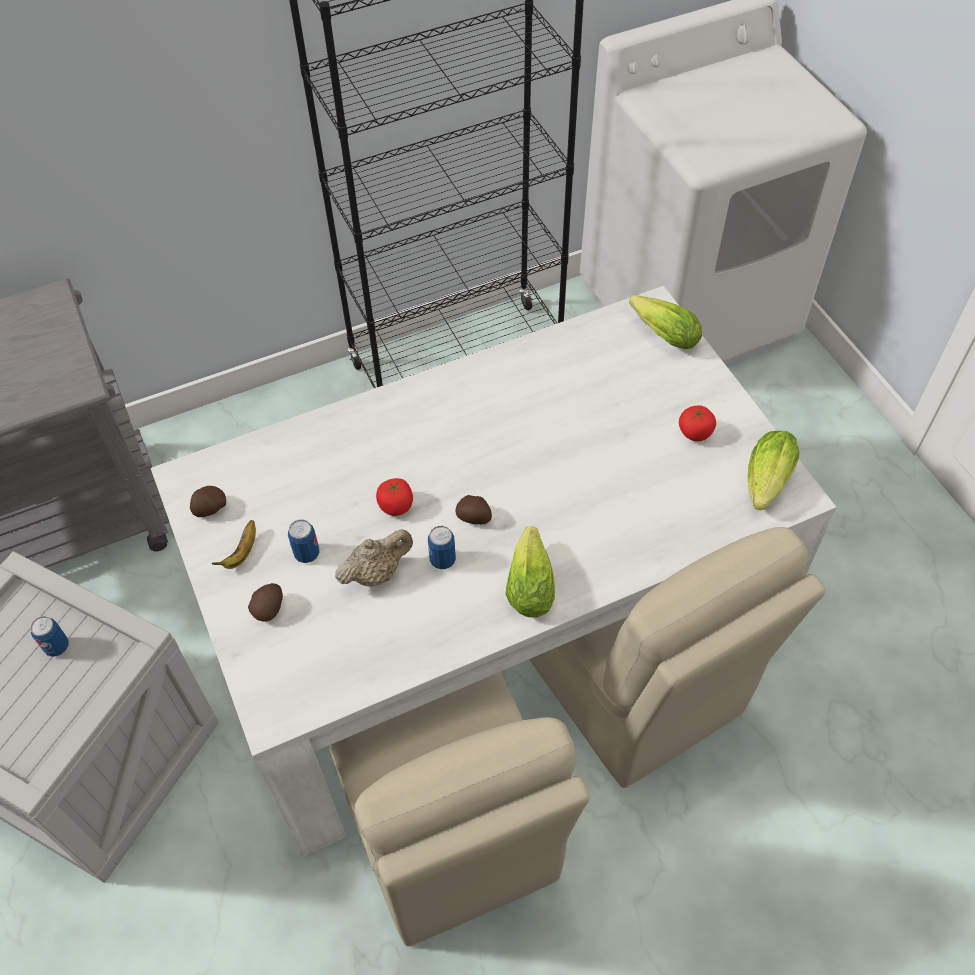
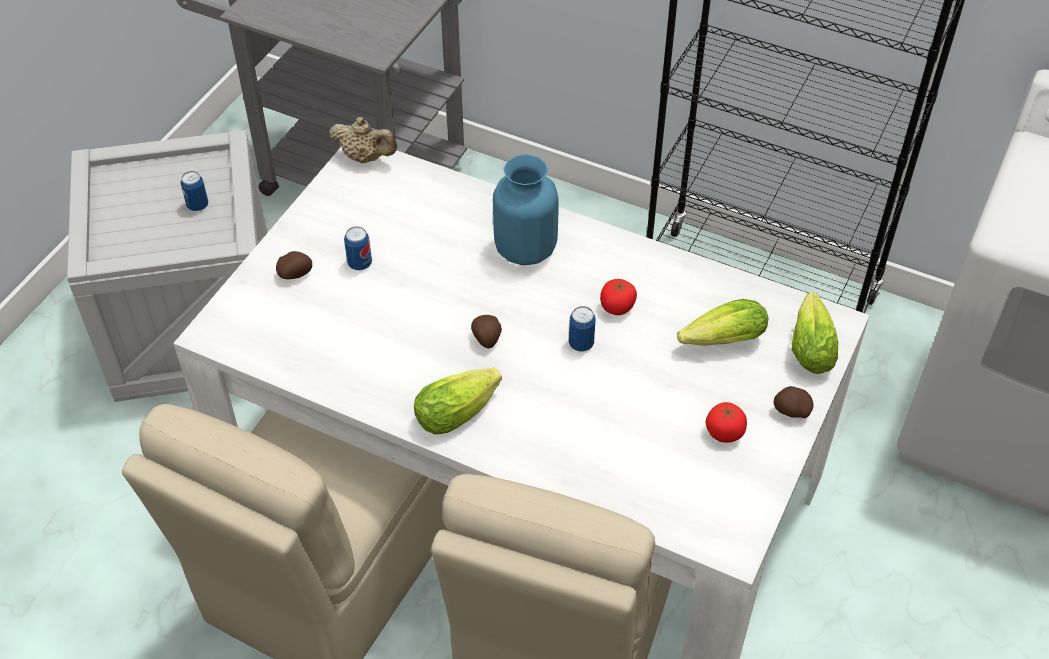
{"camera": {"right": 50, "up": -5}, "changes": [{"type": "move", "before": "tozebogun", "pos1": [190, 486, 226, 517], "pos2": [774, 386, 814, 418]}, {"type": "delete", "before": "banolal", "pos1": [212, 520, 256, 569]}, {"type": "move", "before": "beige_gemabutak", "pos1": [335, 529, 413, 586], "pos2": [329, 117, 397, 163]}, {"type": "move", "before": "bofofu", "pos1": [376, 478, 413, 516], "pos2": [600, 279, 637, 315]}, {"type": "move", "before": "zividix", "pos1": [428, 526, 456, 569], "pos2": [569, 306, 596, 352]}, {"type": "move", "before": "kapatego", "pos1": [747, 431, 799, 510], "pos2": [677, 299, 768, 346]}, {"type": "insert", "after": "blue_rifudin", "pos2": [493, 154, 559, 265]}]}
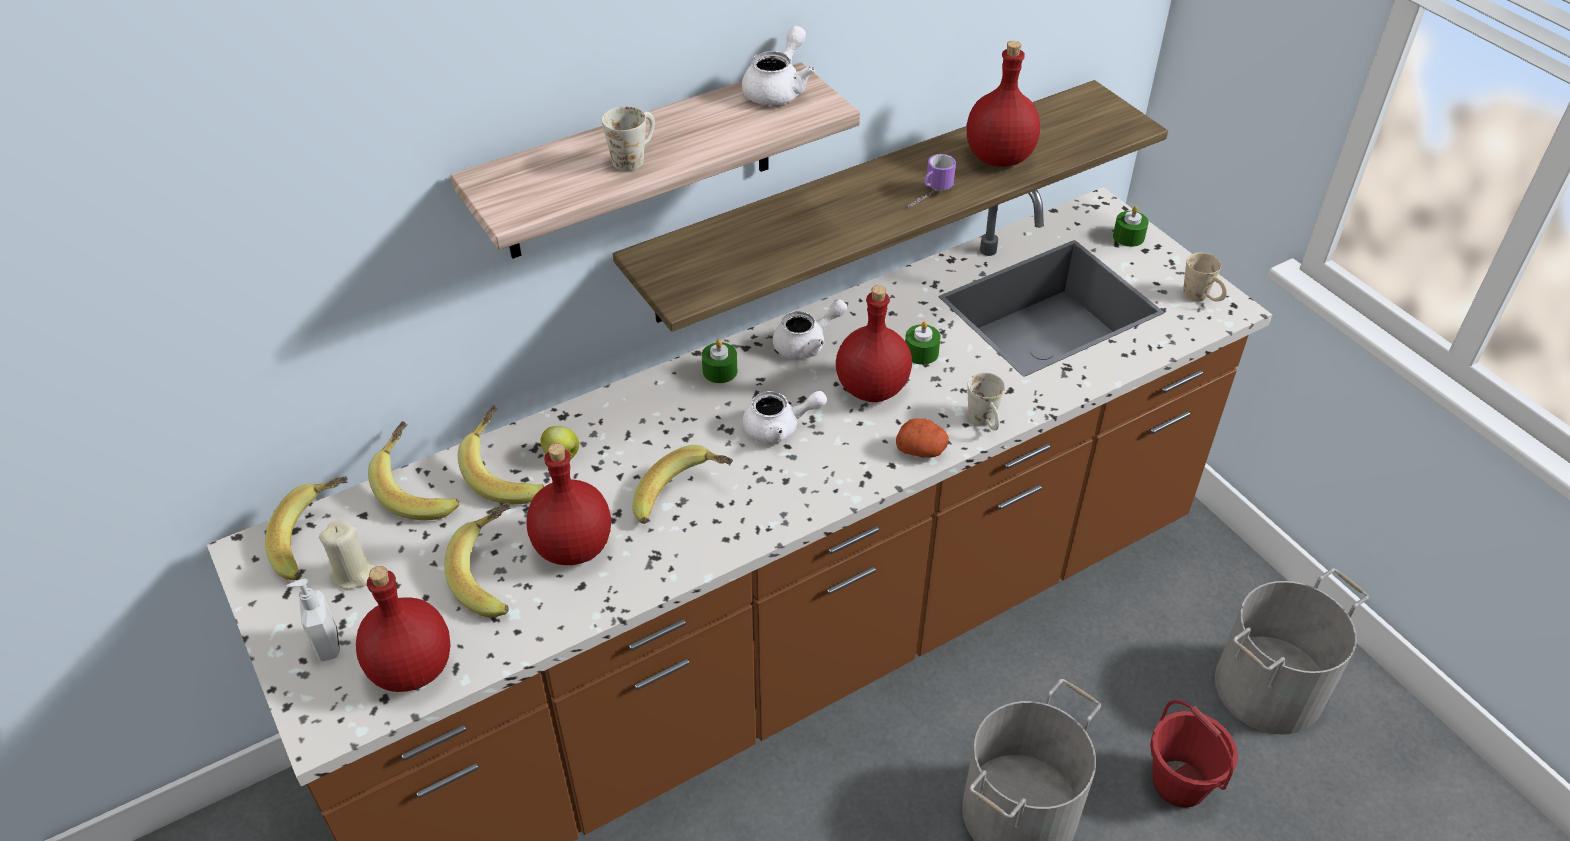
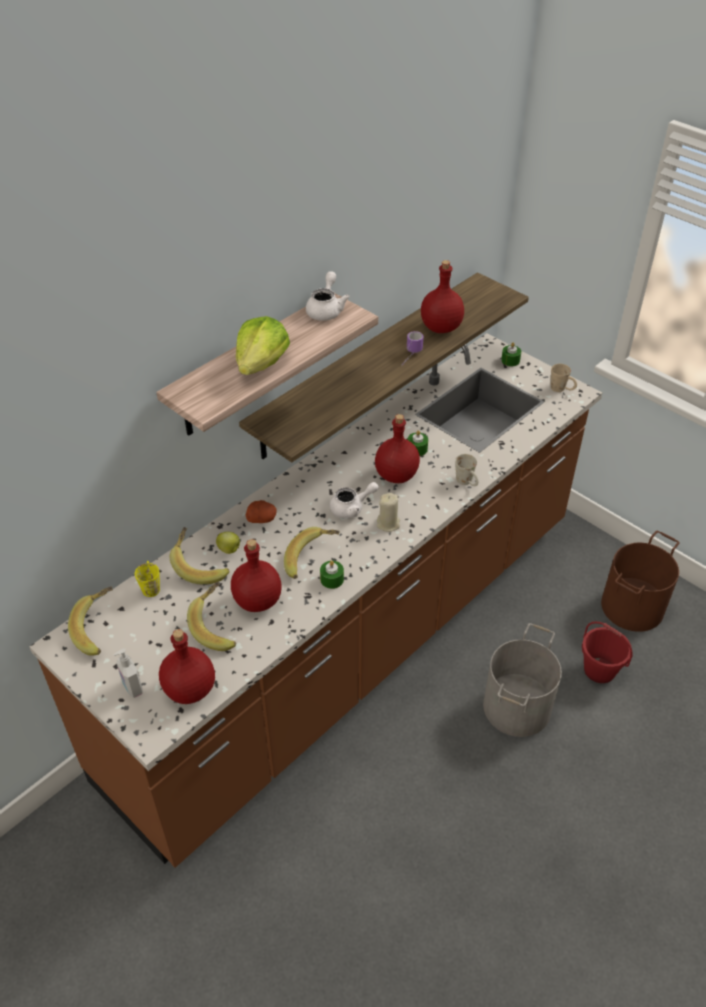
{"camera": {"right": -15, "up": 0}, "changes": [{"type": "move", "before": "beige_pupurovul", "pos1": [319, 521, 376, 590], "pos2": [377, 493, 400, 532]}, {"type": "replace", "before": "banolal", "after": "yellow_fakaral", "pos1": [368, 421, 460, 520], "pos2": [135, 561, 160, 597]}, {"type": "replace", "before": "white_fakaral", "after": "kapatego", "pos1": [602, 107, 655, 171], "pos2": [236, 316, 290, 375]}, {"type": "move", "before": "green_pupurovul", "pos1": [702, 340, 737, 383], "pos2": [320, 561, 344, 589]}, {"type": "delete", "before": "white_gemabutak", "pos1": [773, 299, 847, 359]}, {"type": "move", "before": "tozebogun", "pos1": [896, 418, 949, 457], "pos2": [246, 500, 277, 523]}, {"type": "recolor", "before": "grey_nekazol", "after": "brown_nekazol", "pos1": [1215, 568, 1369, 734], "pos2": [601, 531, 679, 632]}]}
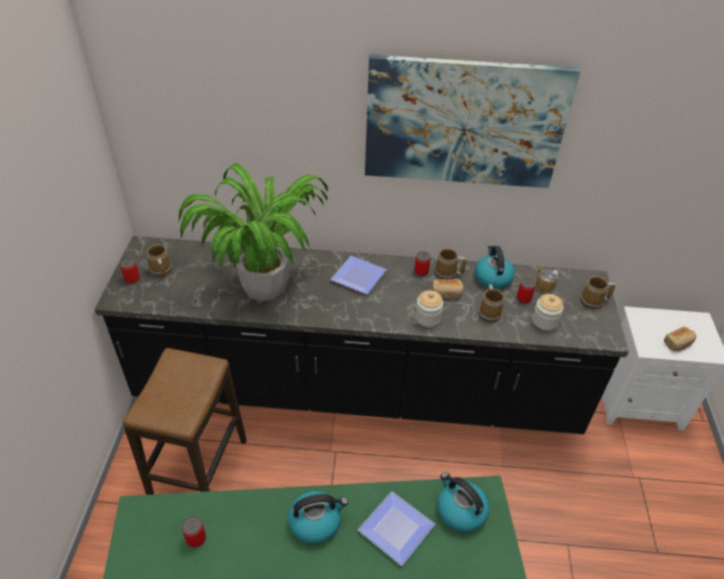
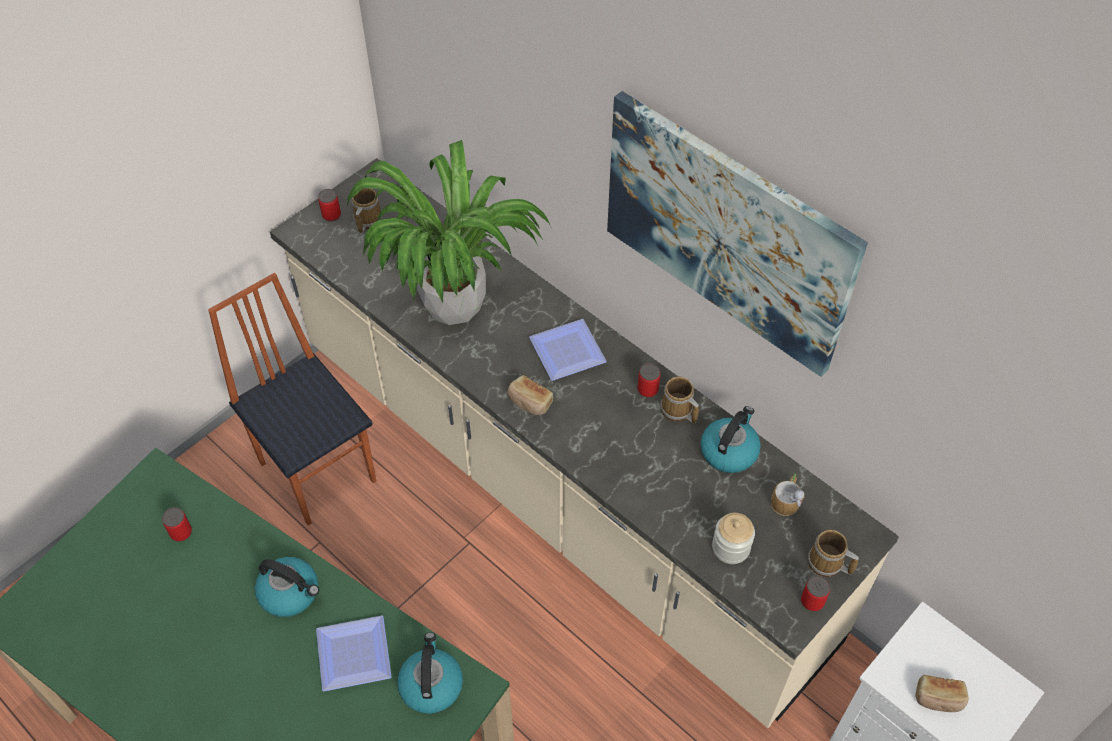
{"camera": {"right": 40, "up": 10}, "changes": [{"type": "recolor", "before": "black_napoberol", "after": "beige_napoberol", "pos1": [94, 236, 629, 434], "pos2": [270, 158, 899, 728]}, {"type": "replace", "before": "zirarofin", "after": "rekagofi", "pos1": [123, 348, 247, 495], "pos2": [208, 273, 376, 526]}, {"type": "delete", "before": "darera", "pos1": [415, 290, 443, 327]}, {"type": "move", "before": "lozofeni", "pos1": [432, 279, 464, 299], "pos2": [507, 375, 553, 415]}, {"type": "delete", "before": "fakaral", "pos1": [479, 284, 504, 322]}, {"type": "move", "before": "zividix", "pos1": [517, 278, 536, 304], "pos2": [801, 575, 830, 611]}]}
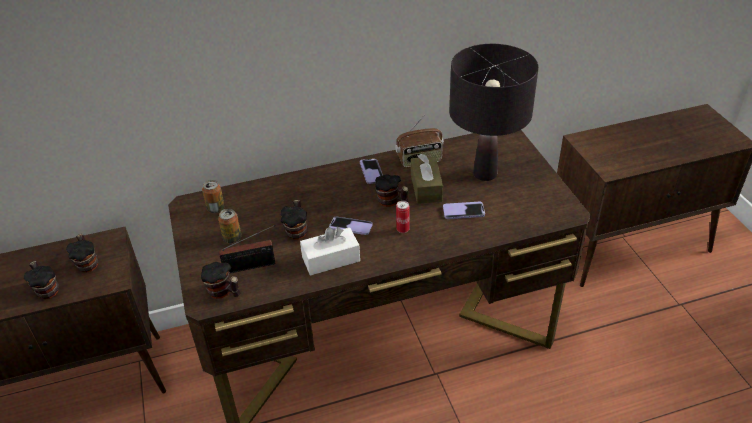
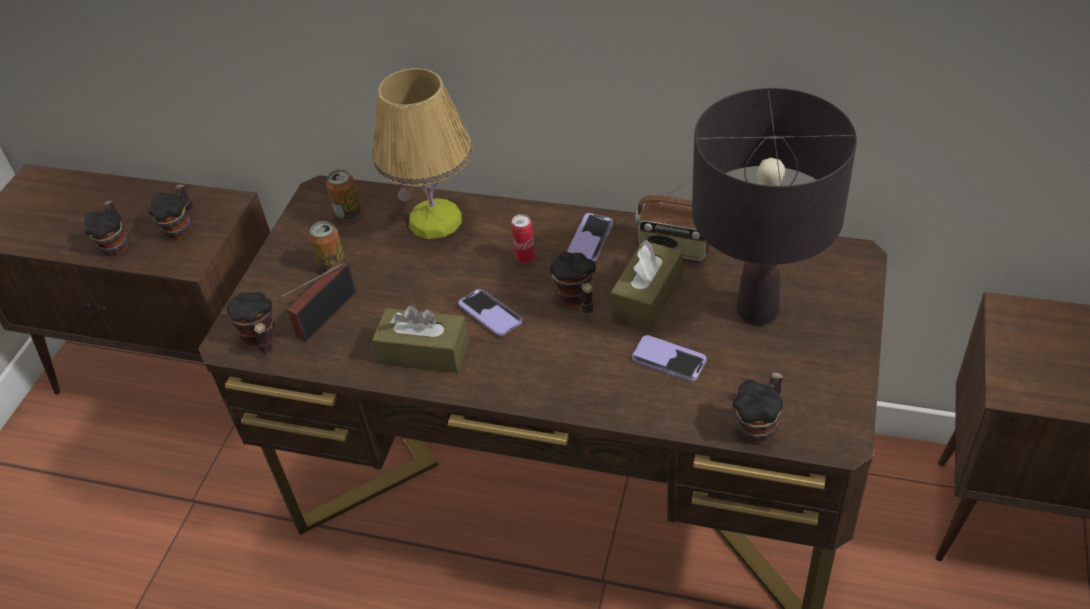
{"camera": {"right": 35, "up": 5}, "changes": [{"type": "rotate", "before": "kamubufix", "pos1": [219, 225, 275, 273], "pos2": [279, 261, 356, 341], "turn": 105}, {"type": "move", "before": "fakaral", "pos1": [280, 200, 308, 240], "pos2": [732, 372, 783, 443]}, {"type": "recolor", "before": "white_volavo", "after": "brown_volavo", "pos1": [300, 227, 360, 275], "pos2": [372, 305, 469, 373]}, {"type": "move", "before": "zividix", "pos1": [396, 201, 410, 233], "pos2": [511, 214, 535, 263]}, {"type": "insert", "after": "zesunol", "pos2": [373, 68, 473, 239]}]}
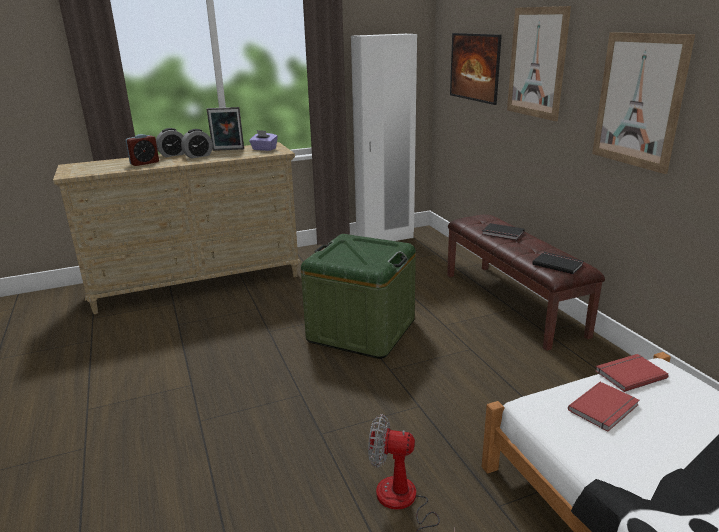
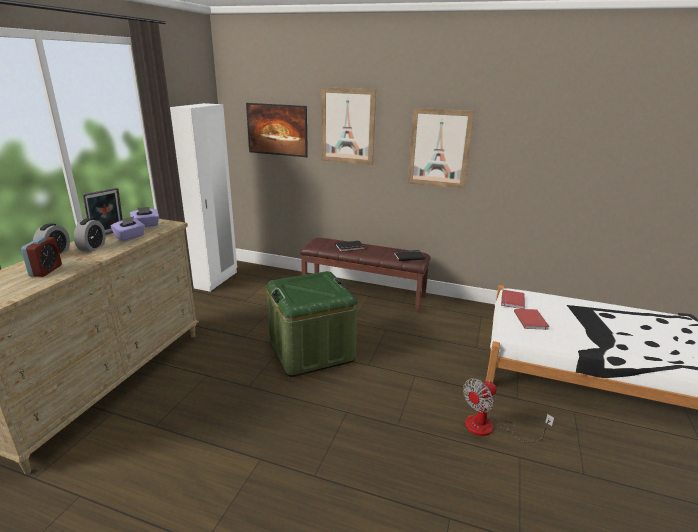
{"camera": {"right": -50, "up": 0}, "changes": [{"type": "insert", "after": "purple_volavo", "pos2": [111, 216, 145, 241]}]}
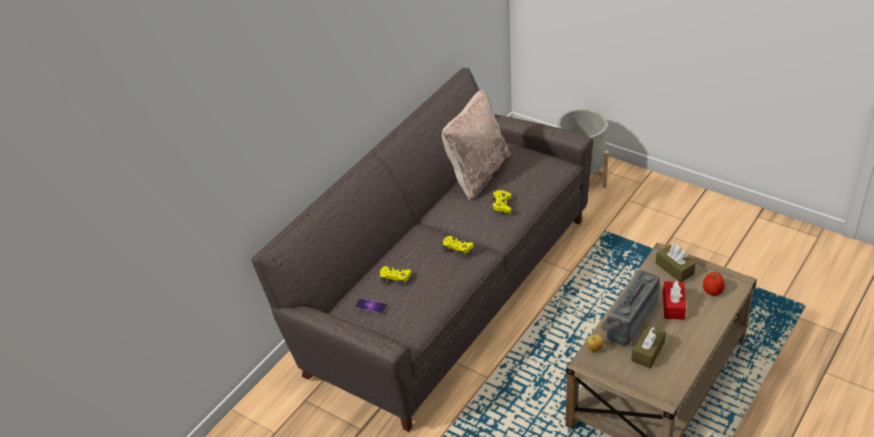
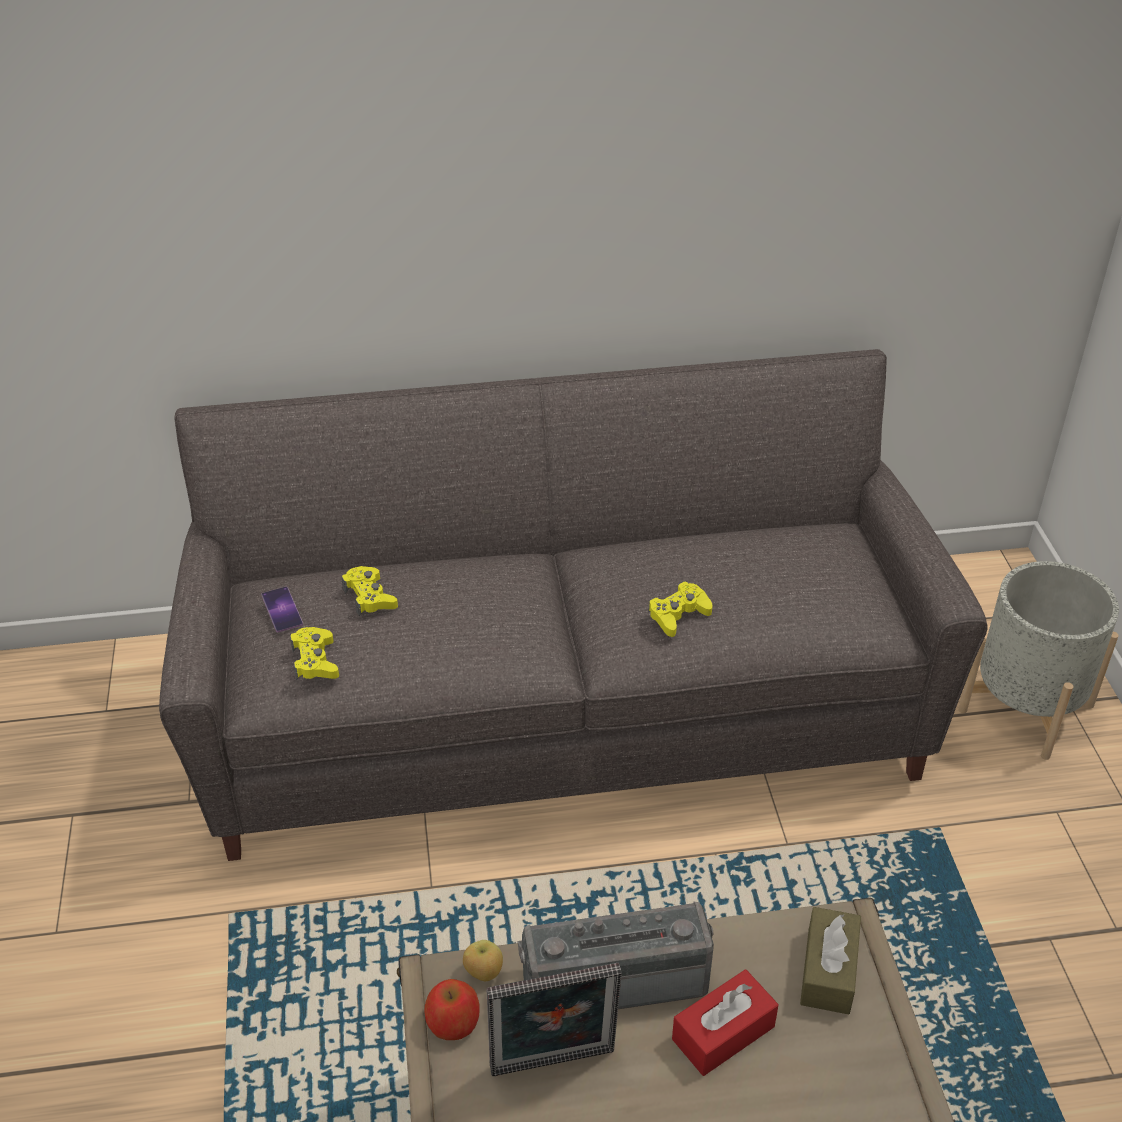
{"camera": {"right": 45, "up": 0}, "changes": [{"type": "delete", "before": "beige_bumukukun", "pos1": [442, 89, 510, 201]}, {"type": "move", "before": "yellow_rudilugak", "pos1": [443, 236, 474, 257], "pos2": [290, 627, 339, 680]}, {"type": "replace", "before": "brown_volavo", "after": "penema", "pos1": [631, 325, 666, 368], "pos2": [486, 963, 622, 1076]}, {"type": "move", "before": "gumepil", "pos1": [703, 272, 725, 296], "pos2": [425, 979, 480, 1040]}]}
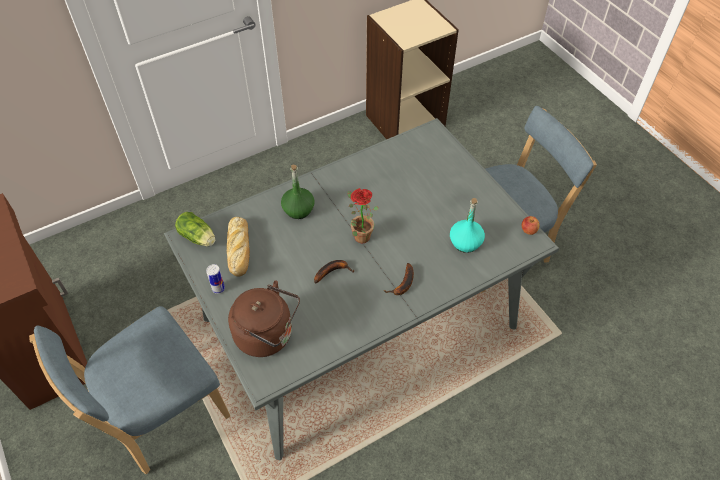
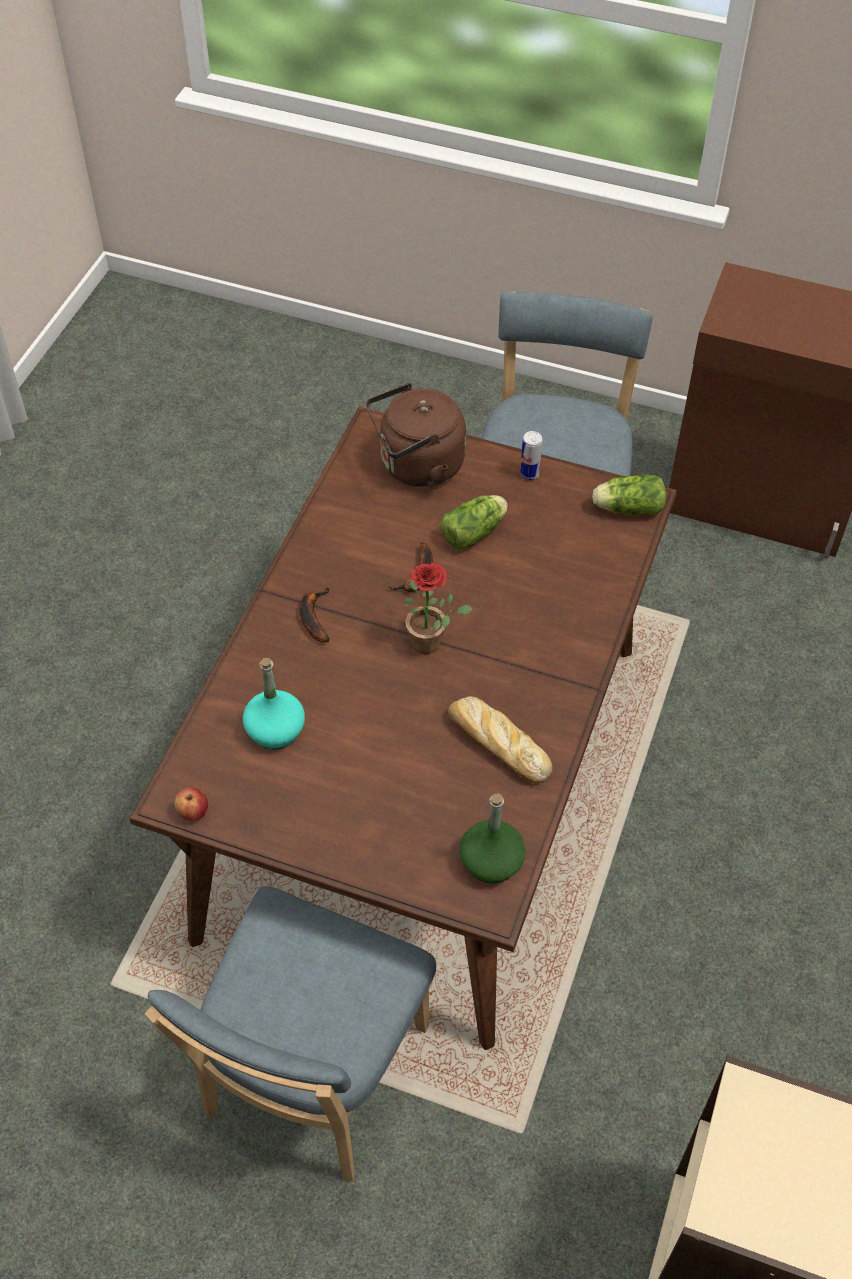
{"camera": {"right": 140, "up": 0}, "changes": [{"type": "recolor", "before": "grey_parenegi", "after": "brown_parenegi", "pos1": [164, 118, 559, 460], "pos2": [129, 406, 677, 1050]}, {"type": "move", "before": "lozofeni", "pos1": [227, 217, 250, 276], "pos2": [448, 696, 553, 783]}, {"type": "move", "before": "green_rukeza", "pos1": [281, 165, 315, 219], "pos2": [459, 793, 526, 884]}, {"type": "insert", "after": "kapatego", "pos2": [440, 495, 508, 549]}]}
